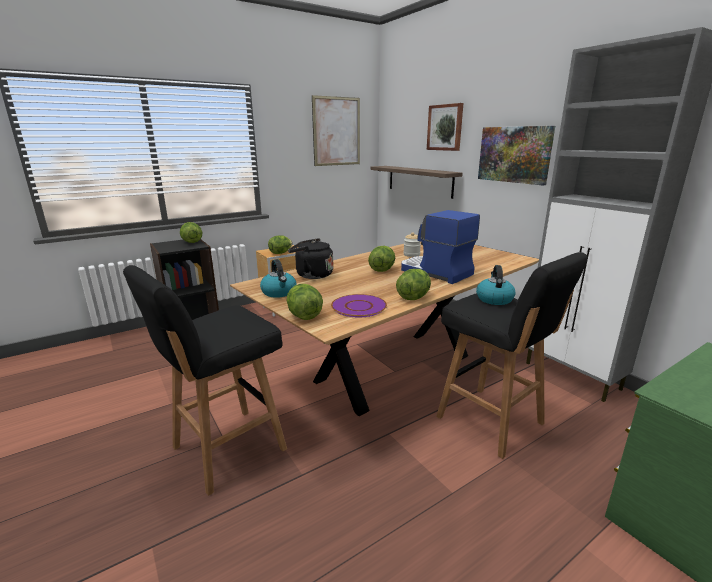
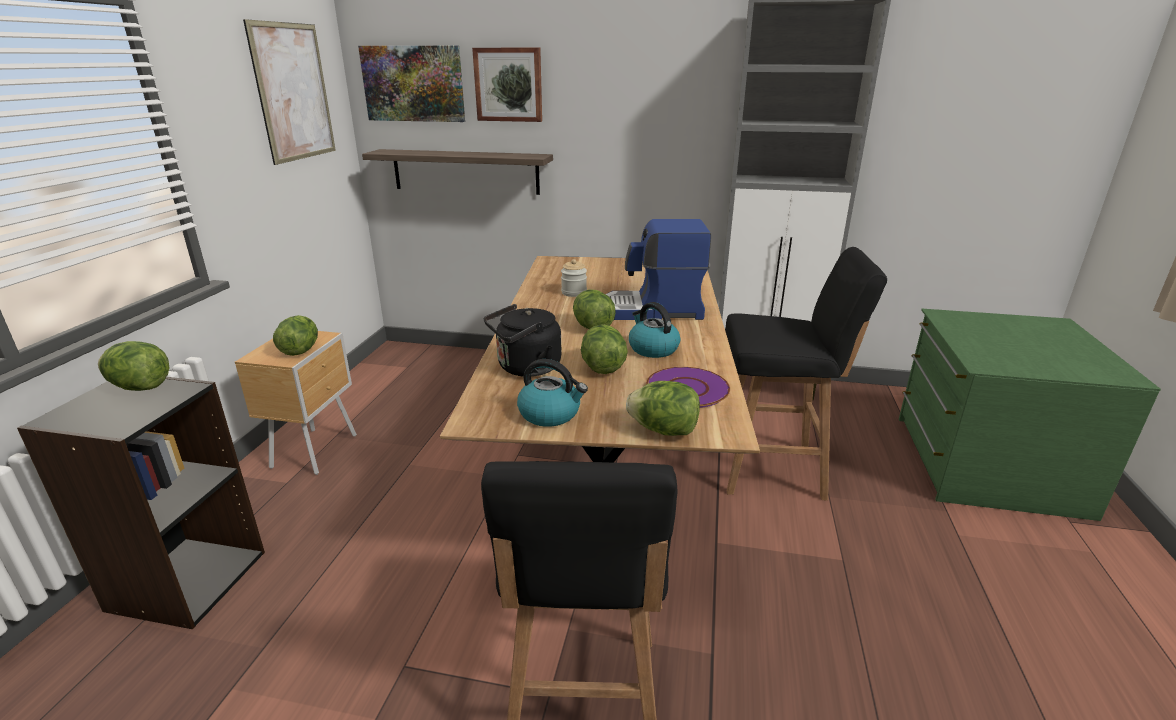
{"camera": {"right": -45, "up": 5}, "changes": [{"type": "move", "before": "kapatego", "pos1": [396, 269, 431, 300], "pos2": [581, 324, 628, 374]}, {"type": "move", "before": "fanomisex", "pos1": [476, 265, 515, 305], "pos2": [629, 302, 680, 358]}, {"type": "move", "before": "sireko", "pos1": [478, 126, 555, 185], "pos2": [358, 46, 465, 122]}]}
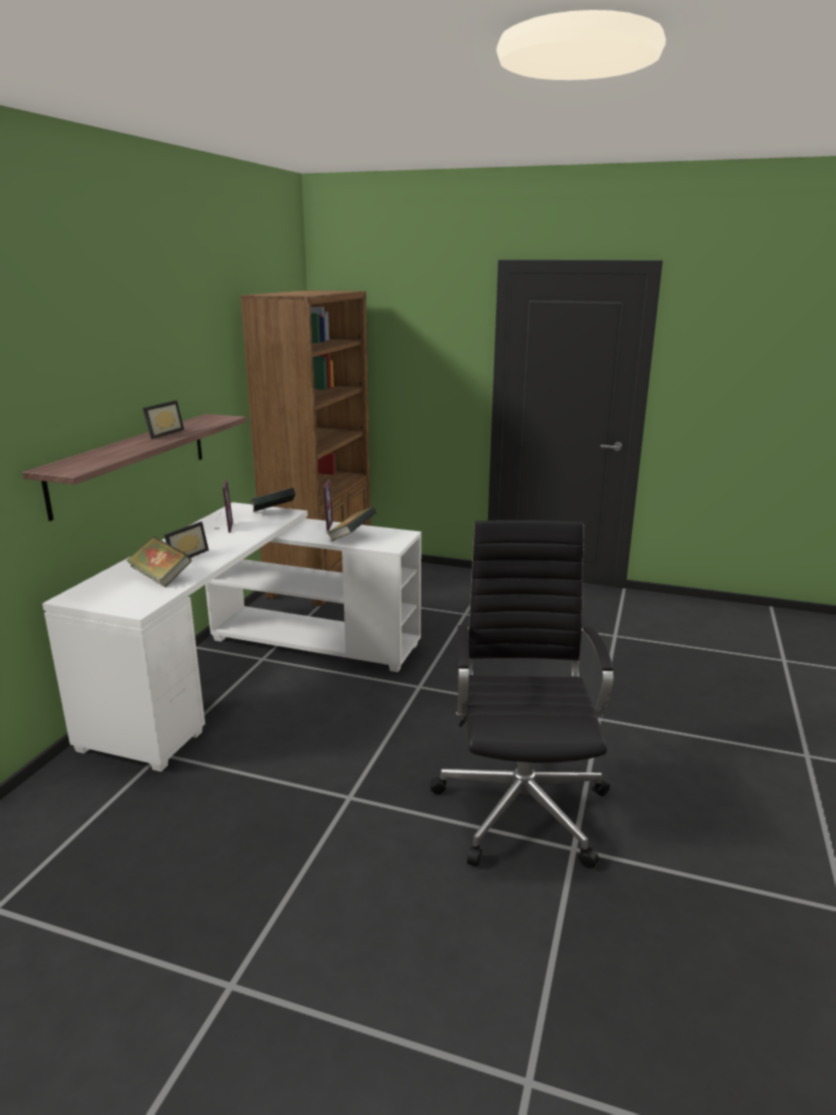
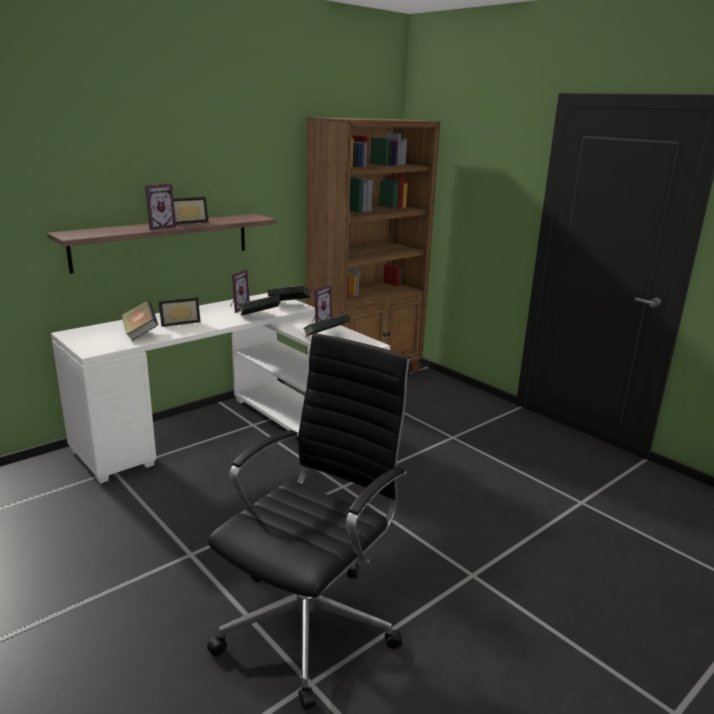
{"camera": {"right": 30, "up": 0}, "changes": [{"type": "insert", "after": "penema", "pos2": [145, 183, 176, 230]}, {"type": "insert", "after": "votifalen", "pos2": [239, 295, 281, 316]}]}
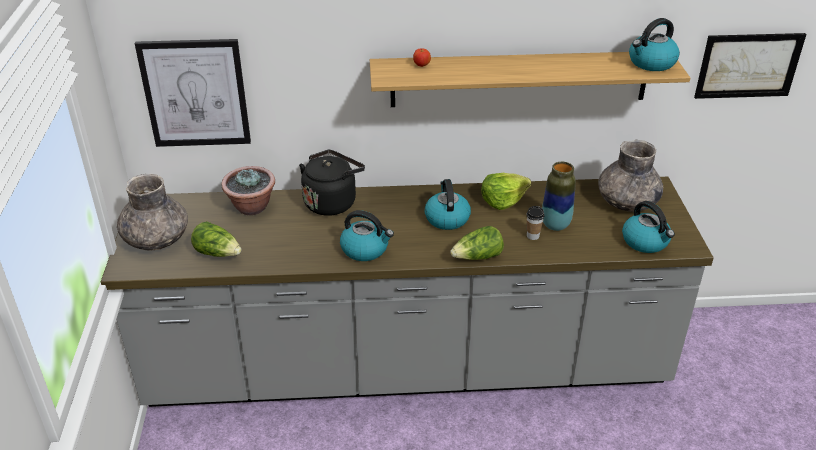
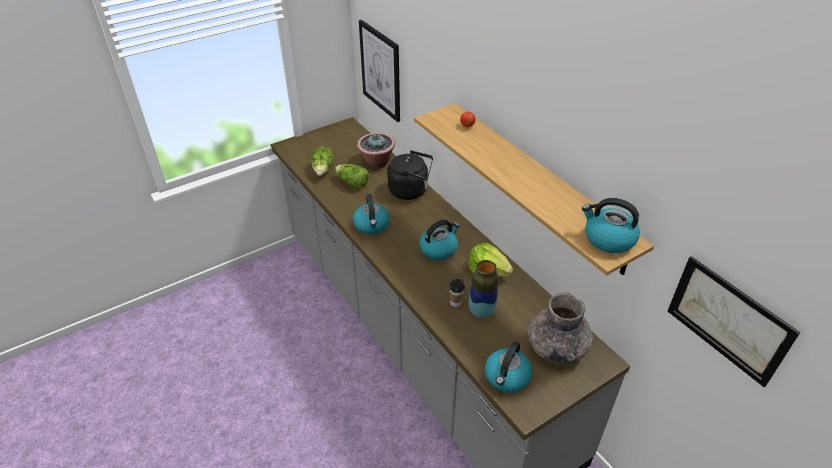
{"camera": {"right": 60, "up": 5}, "changes": [{"type": "delete", "before": "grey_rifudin", "pos1": [117, 174, 188, 251]}, {"type": "move", "before": "kapatego", "pos1": [450, 226, 504, 260], "pos2": [335, 164, 369, 189]}]}
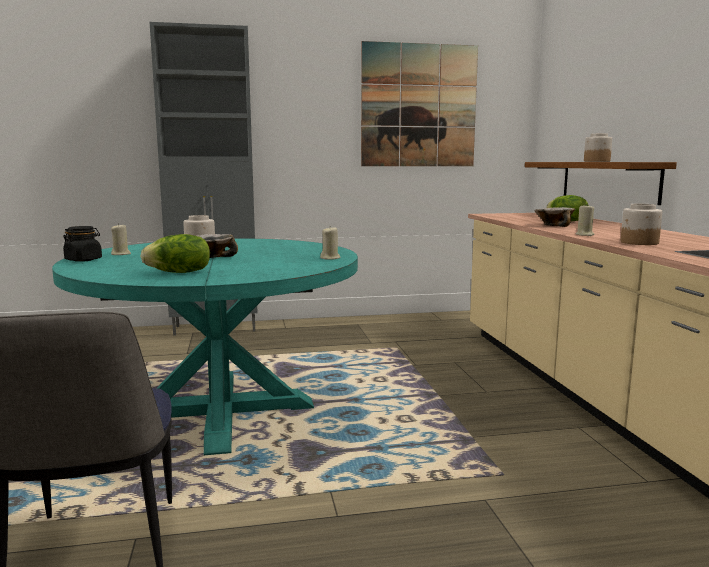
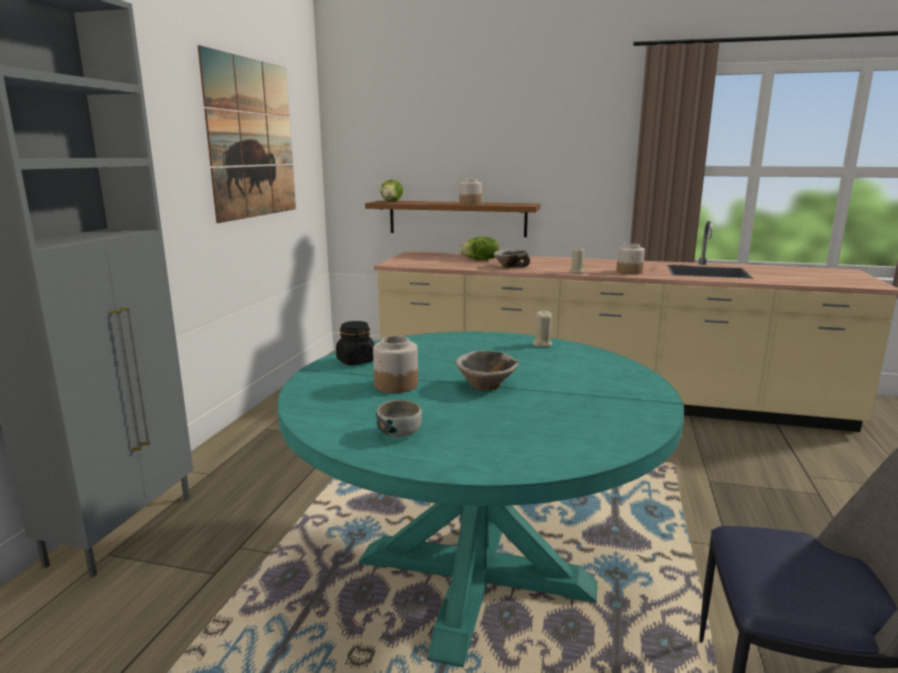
{"camera": {"right": -65, "up": 5}, "changes": [{"type": "move", "before": "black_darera", "pos1": [63, 226, 102, 262], "pos2": [336, 321, 375, 365]}, {"type": "replace", "before": "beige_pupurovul", "after": "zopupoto", "pos1": [111, 223, 131, 255], "pos2": [376, 400, 422, 437]}, {"type": "move", "before": "kapatego", "pos1": [140, 234, 210, 273], "pos2": [381, 180, 403, 202]}]}
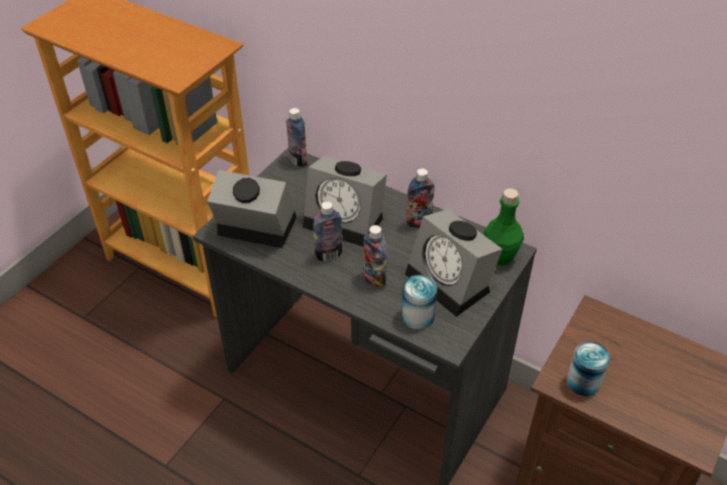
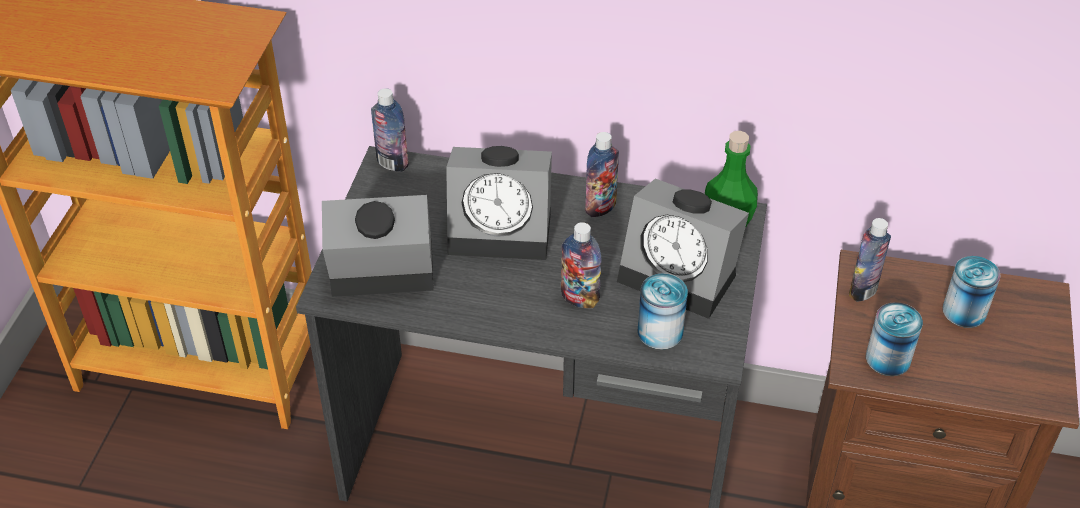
{"camera": {"right": -20, "up": 0}, "changes": [{"type": "move", "before": "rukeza", "pos1": [313, 201, 343, 261], "pos2": [849, 218, 891, 302]}, {"type": "insert", "after": "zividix", "pos2": [942, 256, 1000, 328]}]}
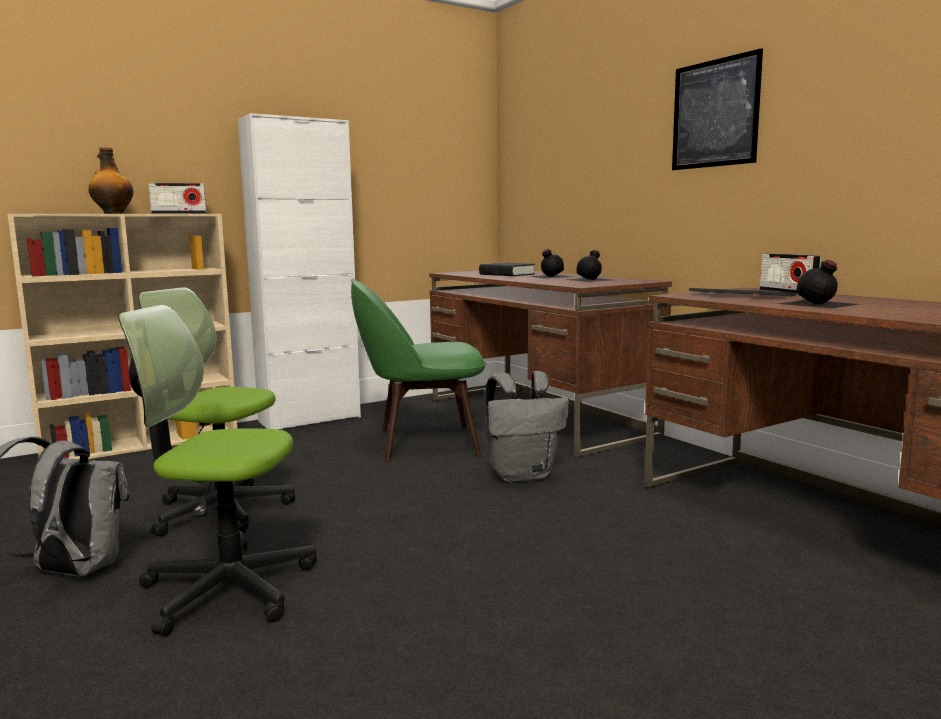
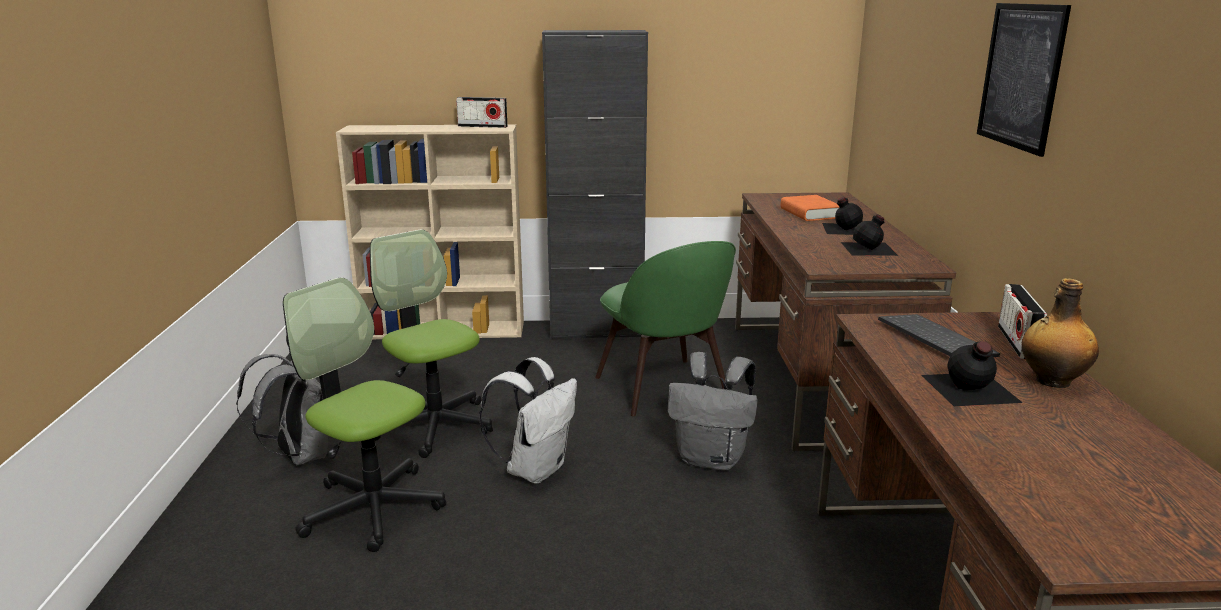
{"camera": {"right": 30, "up": 10}, "changes": [{"type": "move", "before": "rukeza", "pos1": [88, 147, 134, 214], "pos2": [1022, 278, 1099, 388]}, {"type": "recolor", "before": "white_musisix", "after": "black_musisix", "pos1": [238, 113, 361, 429], "pos2": [542, 30, 648, 339]}, {"type": "rotate", "before": "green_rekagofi", "pos1": [351, 278, 487, 462], "pos2": [595, 241, 736, 416], "turn": -135}, {"type": "recolor", "before": "black_votifalen", "after": "orange_votifalen", "pos1": [479, 263, 535, 276], "pos2": [781, 195, 840, 221]}, {"type": "insert", "after": "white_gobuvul", "pos2": [479, 357, 577, 483]}]}
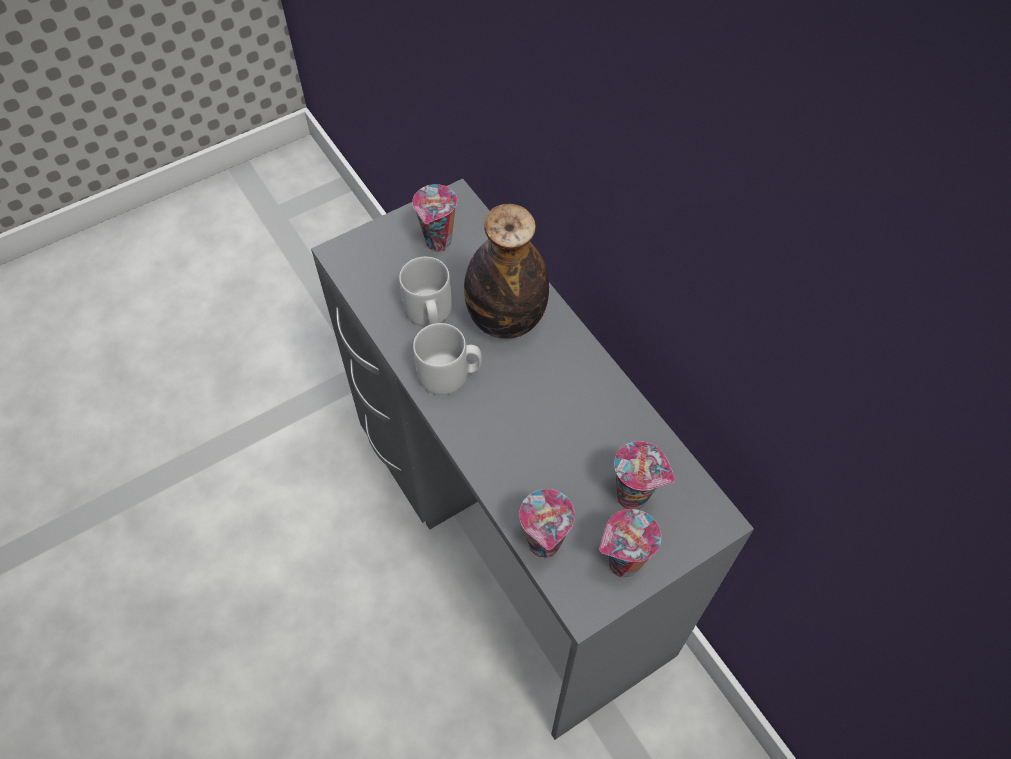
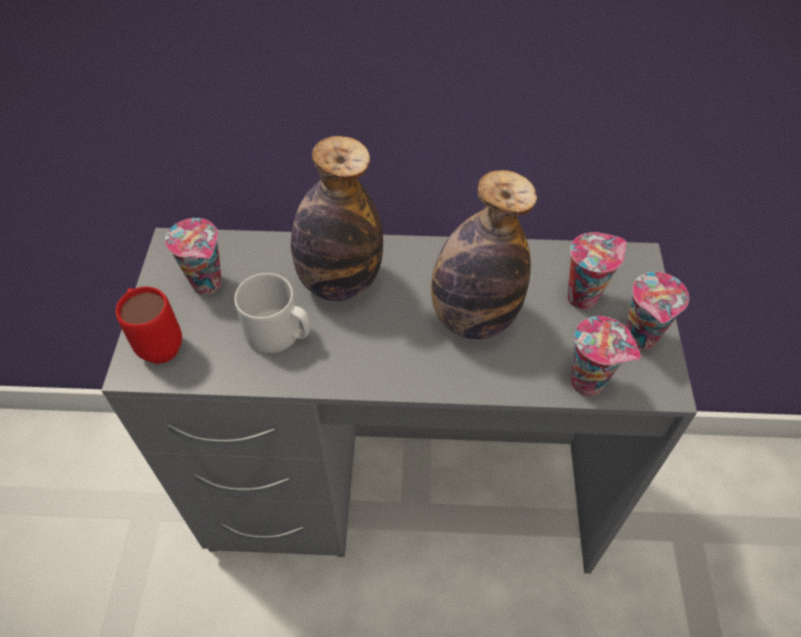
{"camera": {"right": -55, "up": -5}, "changes": [{"type": "delete", "before": "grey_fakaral", "pos1": [413, 323, 482, 395]}, {"type": "insert", "after": "red_fakaral", "pos2": [116, 287, 182, 364]}, {"type": "insert", "after": "rukeza", "pos2": [431, 170, 537, 339]}]}
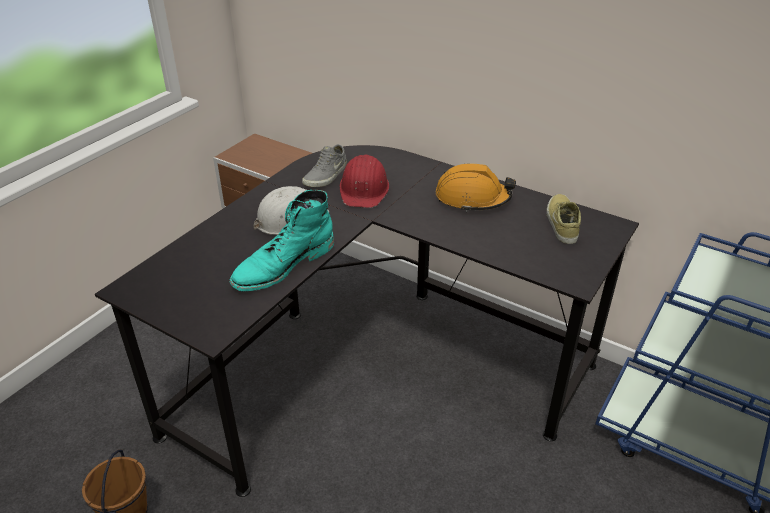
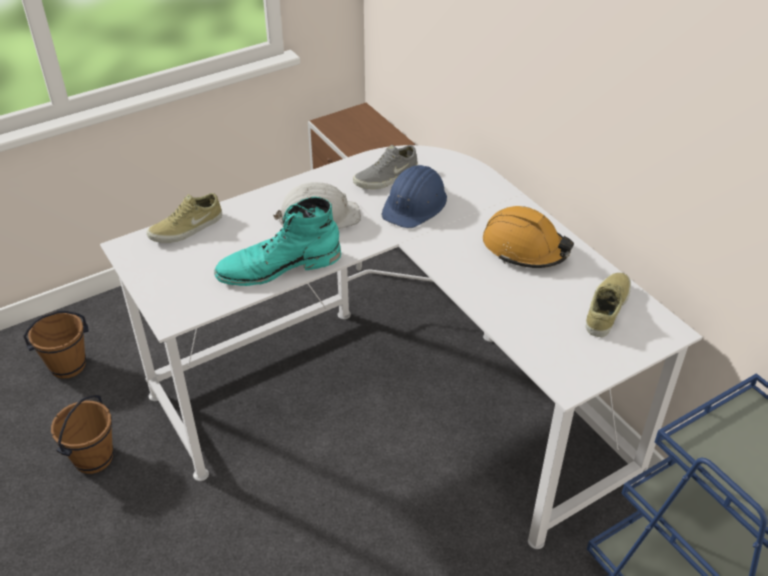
{"camera": {"right": 25, "up": 5}, "changes": [{"type": "recolor", "before": "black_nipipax", "after": "white_nipipax", "pos1": [95, 145, 639, 497], "pos2": [100, 145, 702, 549]}, {"type": "recolor", "before": "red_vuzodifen", "after": "blue_vuzodifen", "pos1": [340, 155, 389, 208], "pos2": [381, 165, 447, 228]}, {"type": "insert", "after": "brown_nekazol", "pos2": [23, 311, 89, 379]}, {"type": "insert", "after": "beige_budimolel", "pos2": [147, 193, 222, 243]}]}
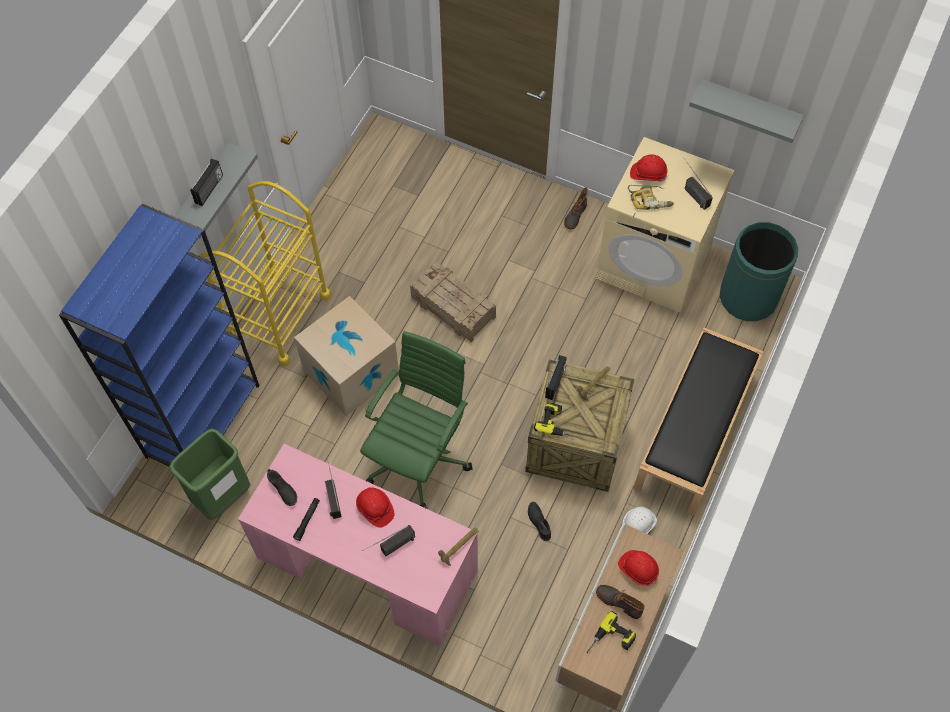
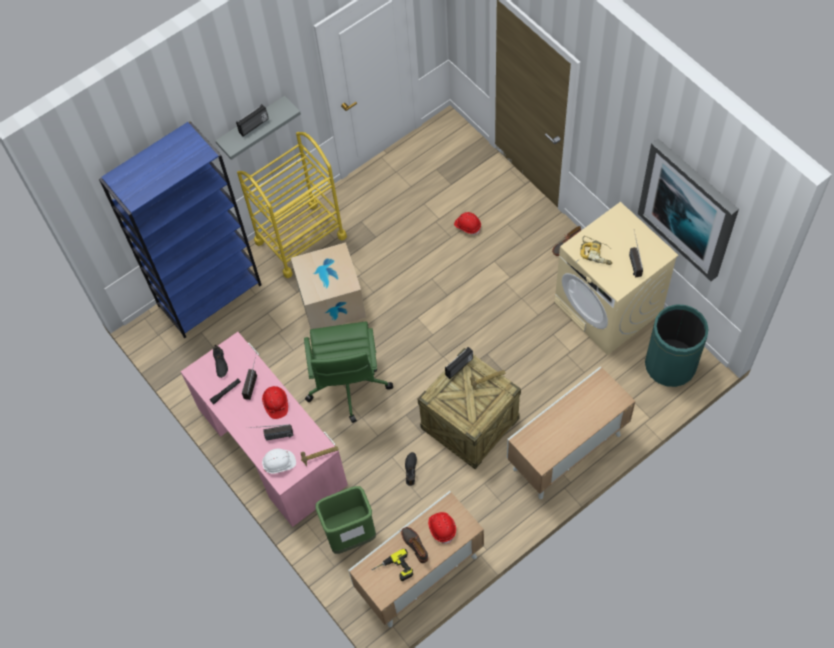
{"camera": {"right": 30, "up": 0}, "changes": [{"type": "move", "before": "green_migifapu", "pos1": [169, 429, 251, 520], "pos2": [315, 486, 376, 554]}, {"type": "rotate", "before": "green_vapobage", "pos1": [360, 331, 473, 509], "pos2": [304, 322, 393, 423], "turn": 120}, {"type": "delete", "before": "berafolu", "pos1": [410, 261, 496, 342]}, {"type": "delete", "before": "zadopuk", "pos1": [534, 402, 579, 438]}, {"type": "move", "before": "white_vuzodifen", "pos1": [623, 507, 657, 534], "pos2": [262, 449, 296, 474]}, {"type": "move", "before": "red_vuzodifen", "pos1": [630, 154, 668, 182], "pos2": [454, 212, 481, 235]}, {"type": "replace", "before": "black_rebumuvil", "after": "musisix", "pos1": [634, 327, 764, 516], "pos2": [507, 366, 636, 500]}, {"type": "replace", "before": "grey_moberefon", "after": "sireko", "pos1": [689, 79, 804, 143], "pos2": [638, 138, 739, 281]}]}
